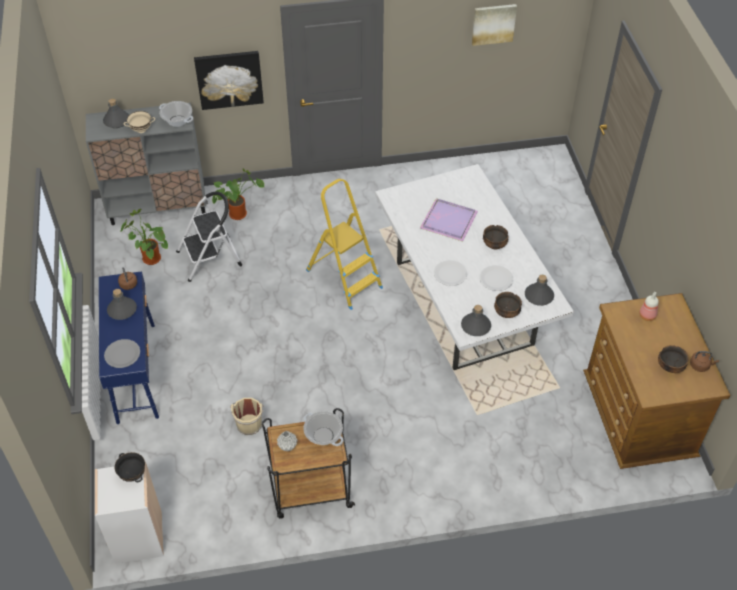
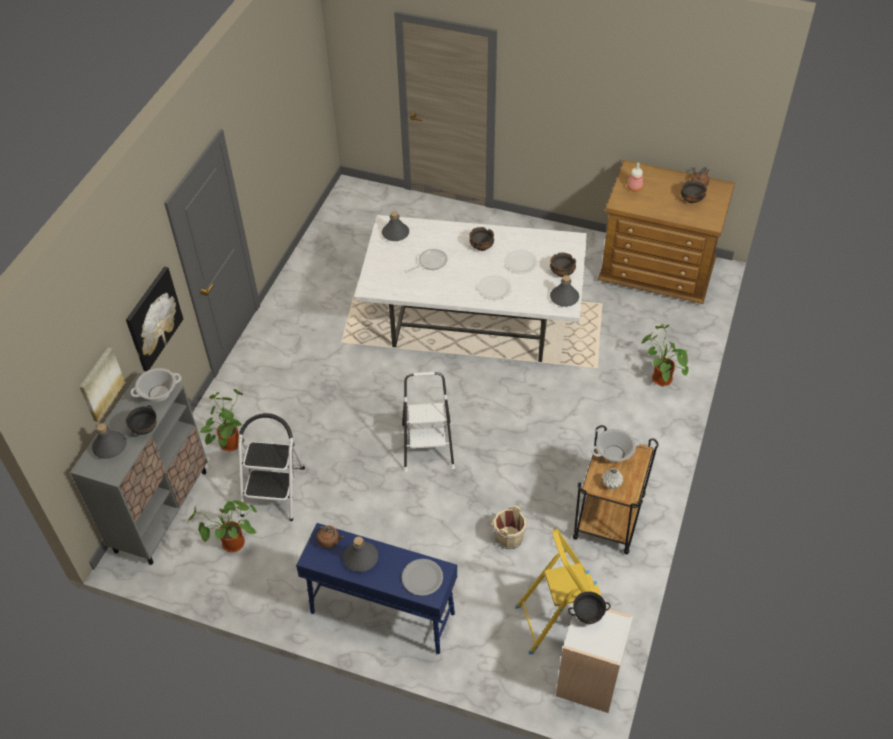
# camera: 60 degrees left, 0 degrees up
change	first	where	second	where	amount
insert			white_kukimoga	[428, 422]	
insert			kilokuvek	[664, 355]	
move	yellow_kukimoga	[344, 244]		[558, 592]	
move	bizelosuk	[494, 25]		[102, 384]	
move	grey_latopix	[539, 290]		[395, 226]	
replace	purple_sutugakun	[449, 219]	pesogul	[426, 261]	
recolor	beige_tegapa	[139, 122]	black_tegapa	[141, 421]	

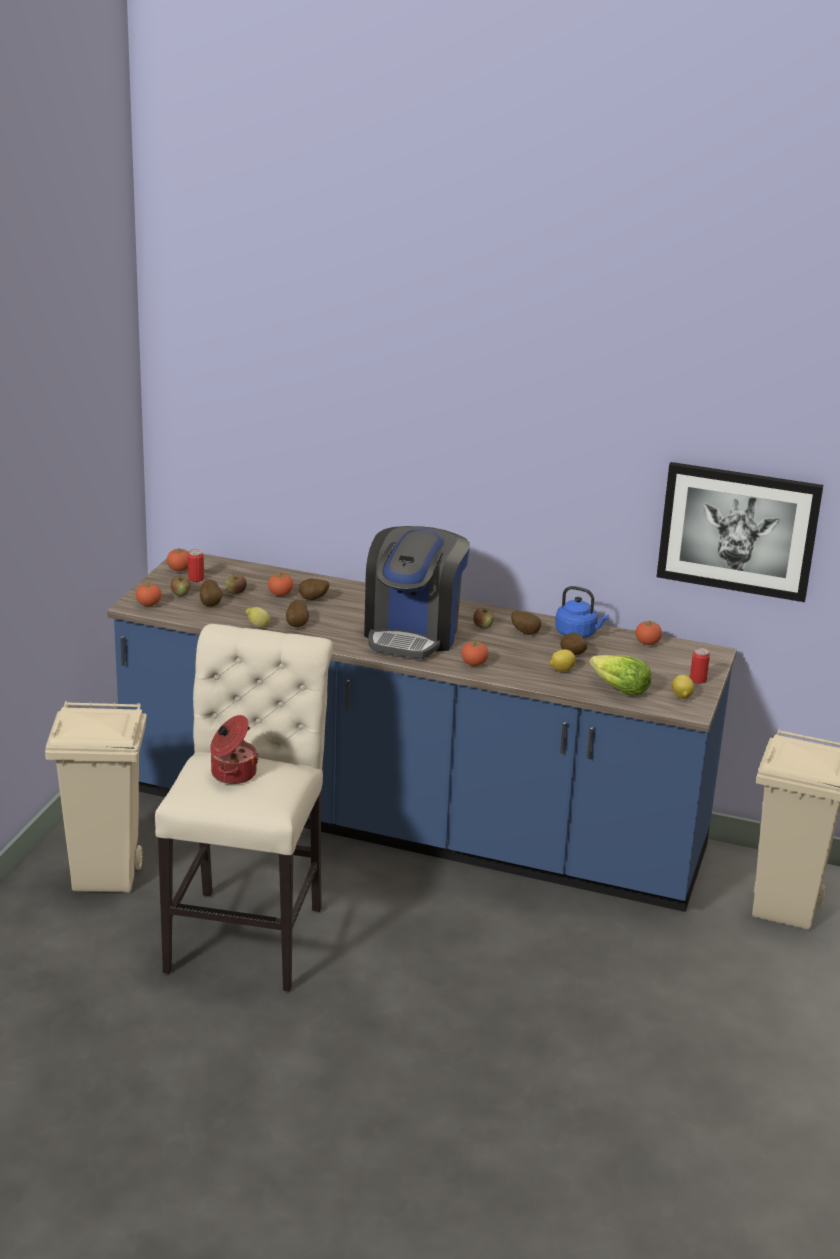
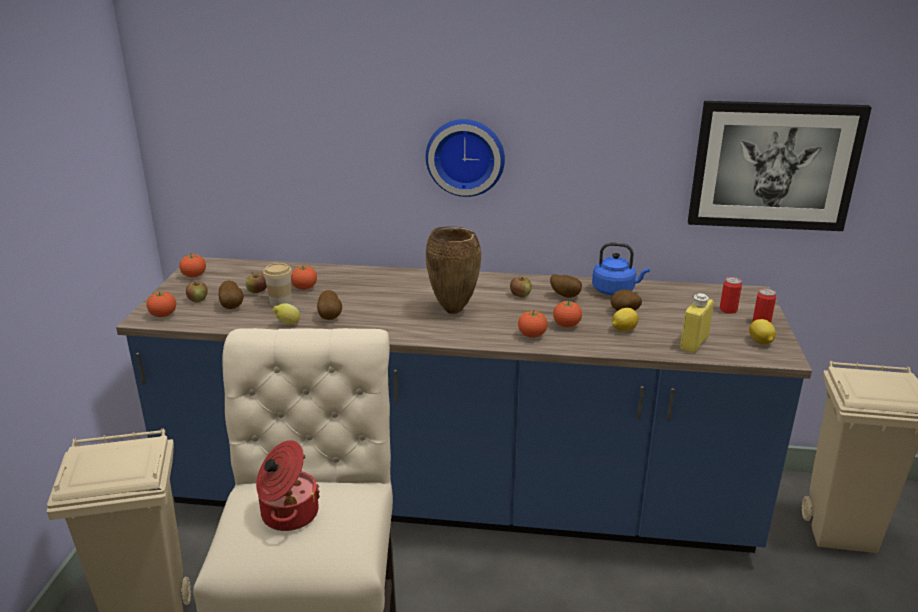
# camera: 10 degrees left, 0 degrees up
change	first	where	second	where	amount
delete	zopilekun	[314, 589]			
insert			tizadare	[277, 284]	
insert			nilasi	[465, 158]	
move	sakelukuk	[196, 565]		[731, 295]	
move	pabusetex	[649, 633]		[567, 314]	
replace	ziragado	[417, 592]	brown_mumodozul	[453, 270]	
replace	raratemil	[620, 675]	yellow_latopix	[697, 323]	

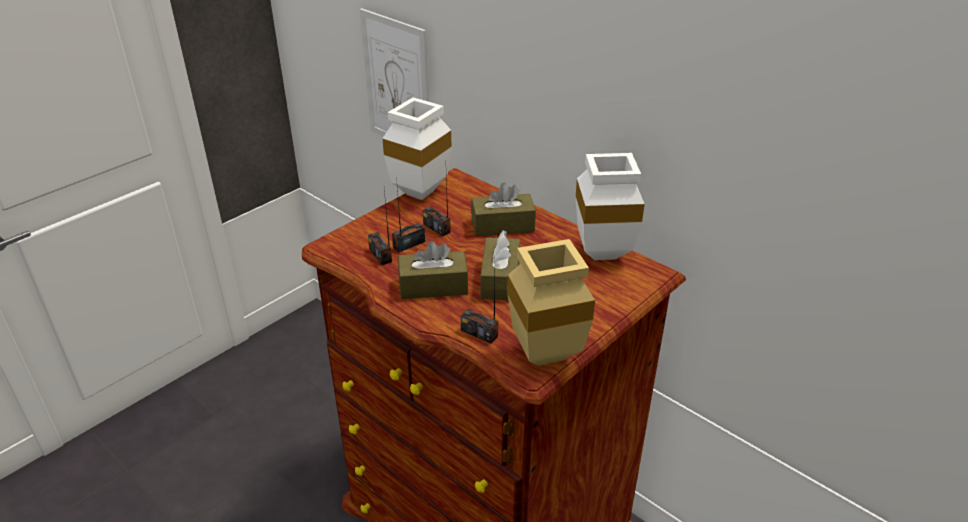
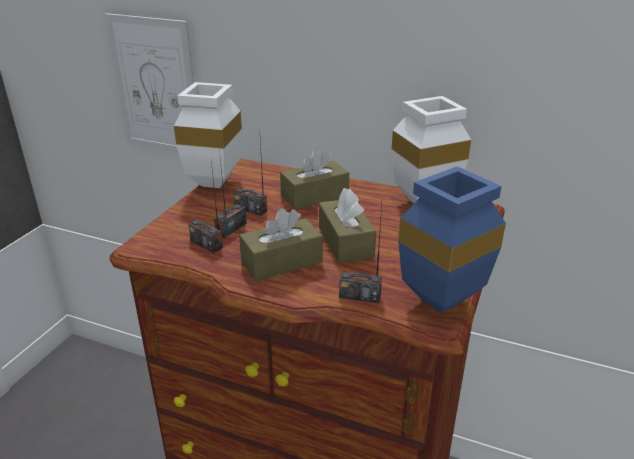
# camera: 20 degrees left, 5 degrees down
change	first	where	second	where	amount
recolor	beige_mumodozul	[551, 302]	blue_mumodozul	[452, 239]	

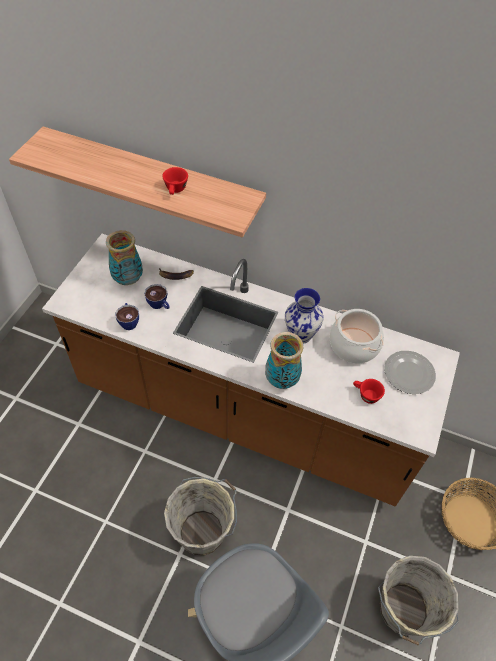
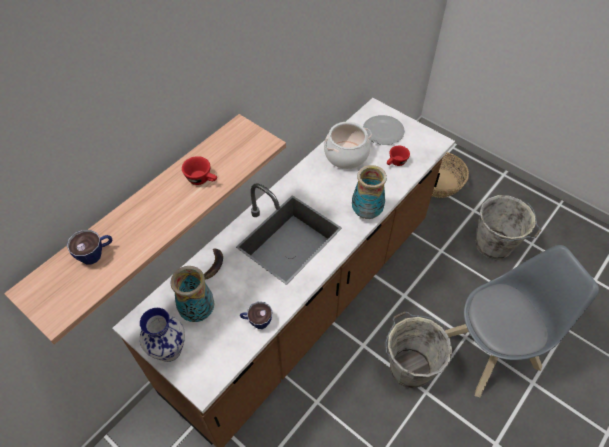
# camera: 70 degrees left, 0 degrees up
change	first	where	second	where	amount
move	tizadare	[157, 296]		[89, 247]	
move	mumodozul	[304, 316]		[162, 335]	

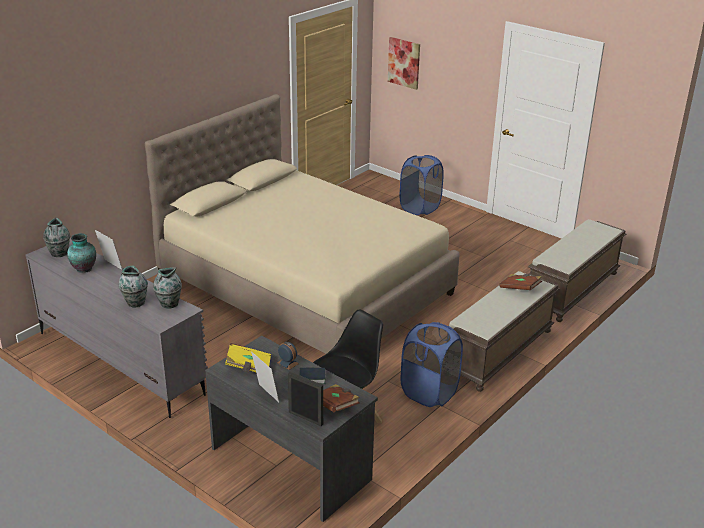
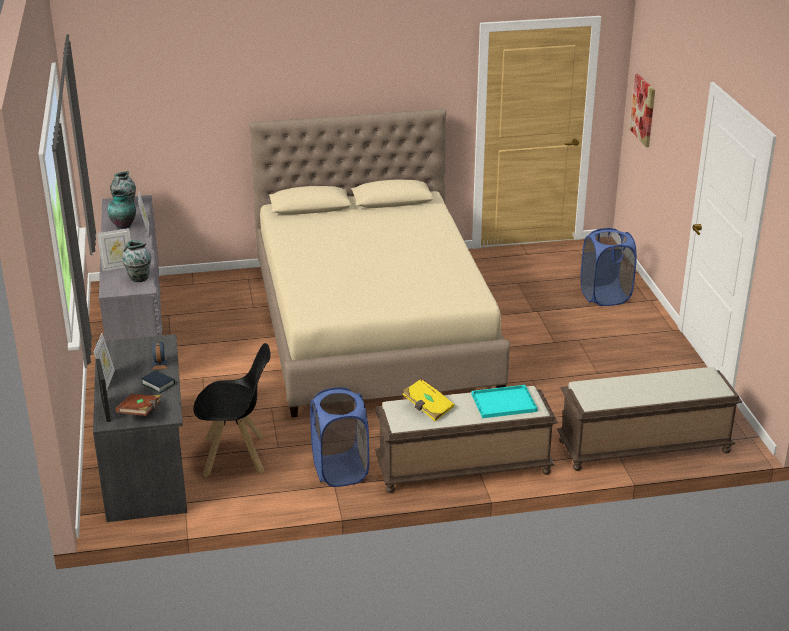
# camera: 40 degrees right, 0 degrees up
change	first	where	second	where	amount
move	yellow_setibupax	[248, 357]		[428, 399]	
replace	mumodozul	[133, 287]	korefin	[114, 249]	
replace	brown_setibupax	[520, 282]	turquoise_sutugakun	[504, 401]	

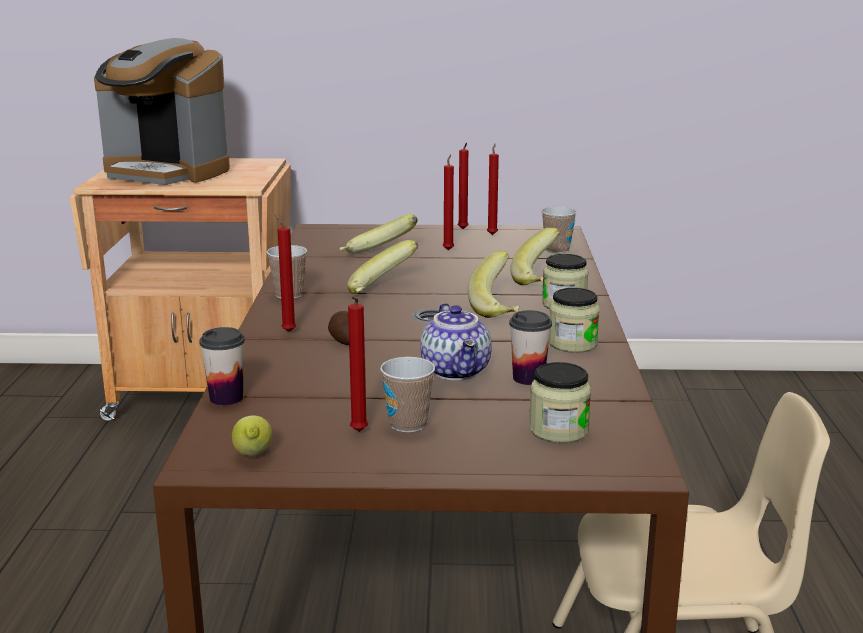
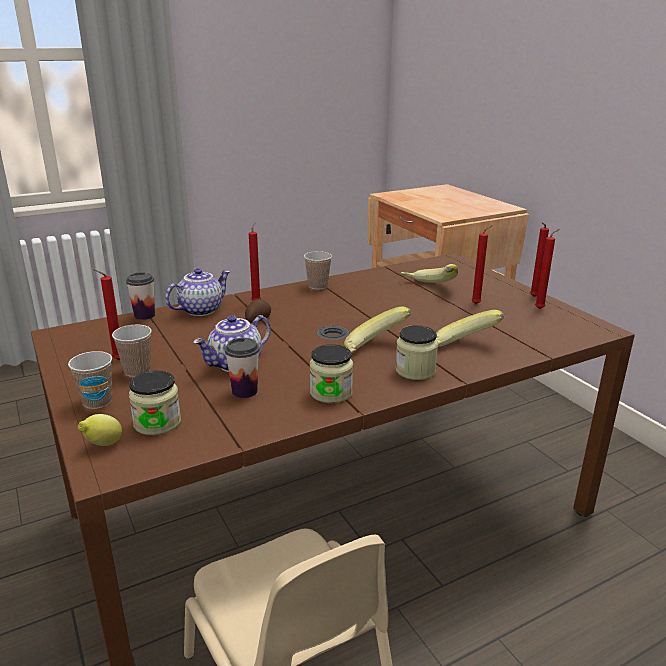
# camera: 60 degrees right, 5 degrees up
change	first	where	second	where	amount
delete	ziragado	[162, 111]			
delete	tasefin	[382, 267]			
insert			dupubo	[197, 292]	
move	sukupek	[252, 435]		[100, 430]	
move	tizadare	[559, 230]		[90, 380]	

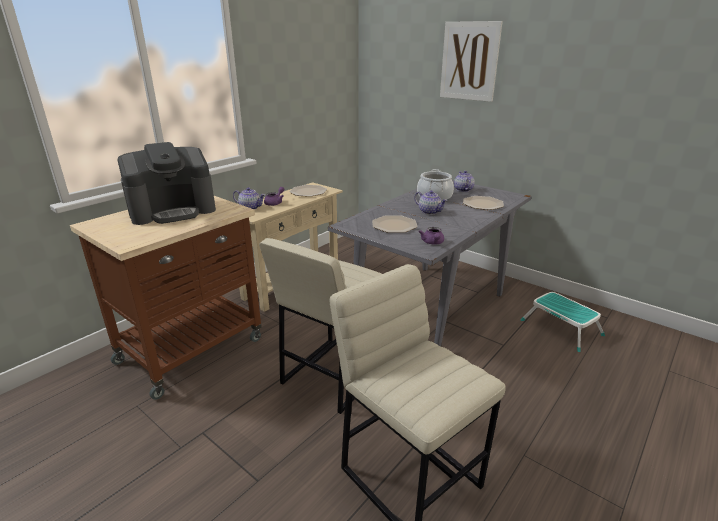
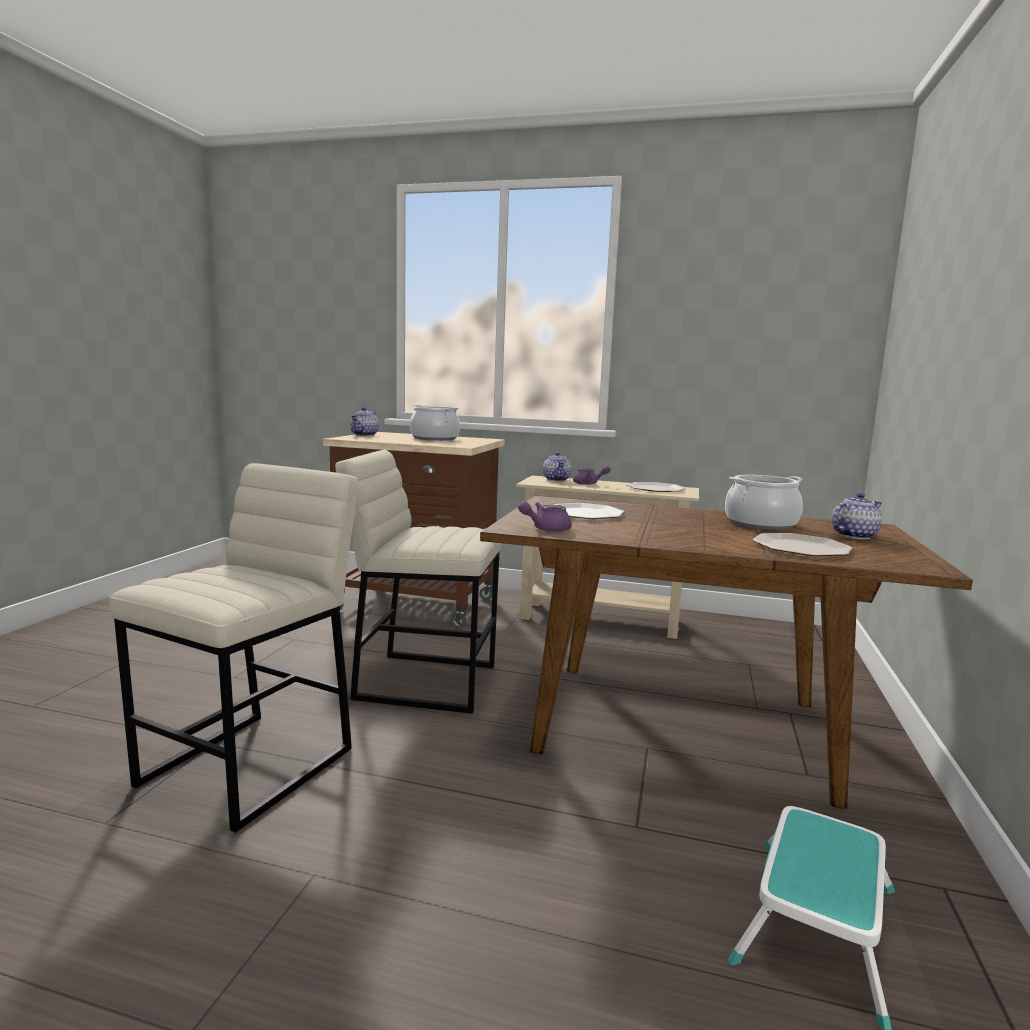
# camera: 65 degrees right, 15 degrees down
change	first	where	second	where	amount
delete	bizelosuk	[471, 61]			
move	dupubo	[431, 202]		[364, 421]	
replace	ziragado	[167, 183]	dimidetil	[435, 423]	
recolor	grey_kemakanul	[430, 263]	brown_kemakanul	[726, 652]	

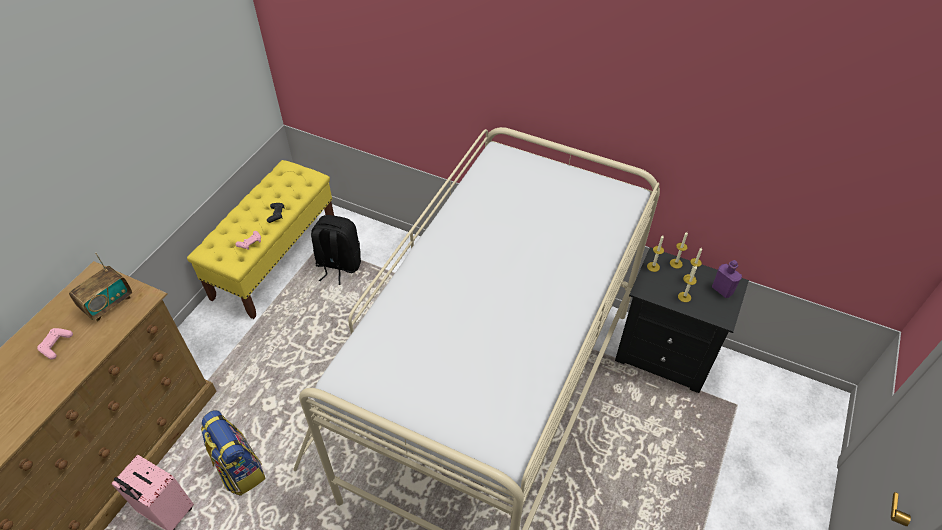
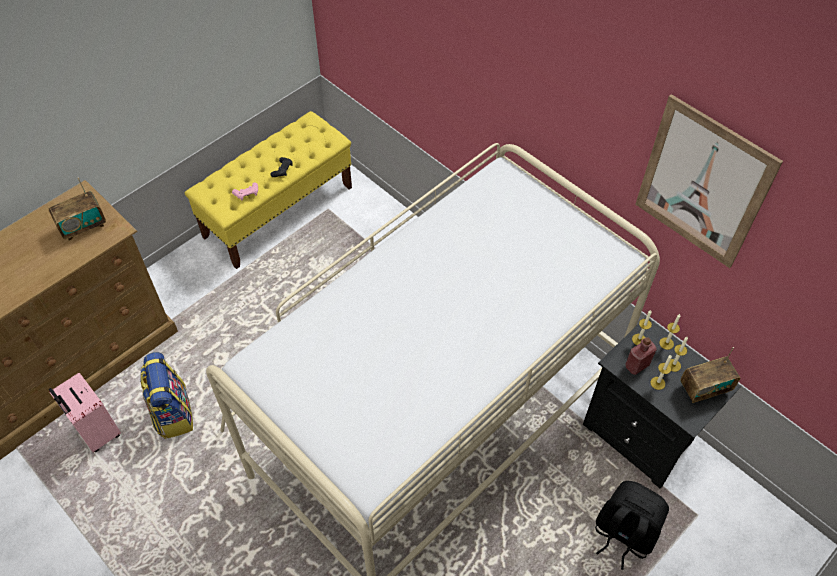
# camera: 20 degrees right, 5 degrees up
change	first	where	second	where	amount
delete	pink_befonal	[55, 344]			
insert			red_latopix	[640, 356]	
insert			bizelosuk	[709, 181]	
move	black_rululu	[336, 250]		[632, 525]	
replace	purple_latopix	[727, 279]	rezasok	[710, 375]	

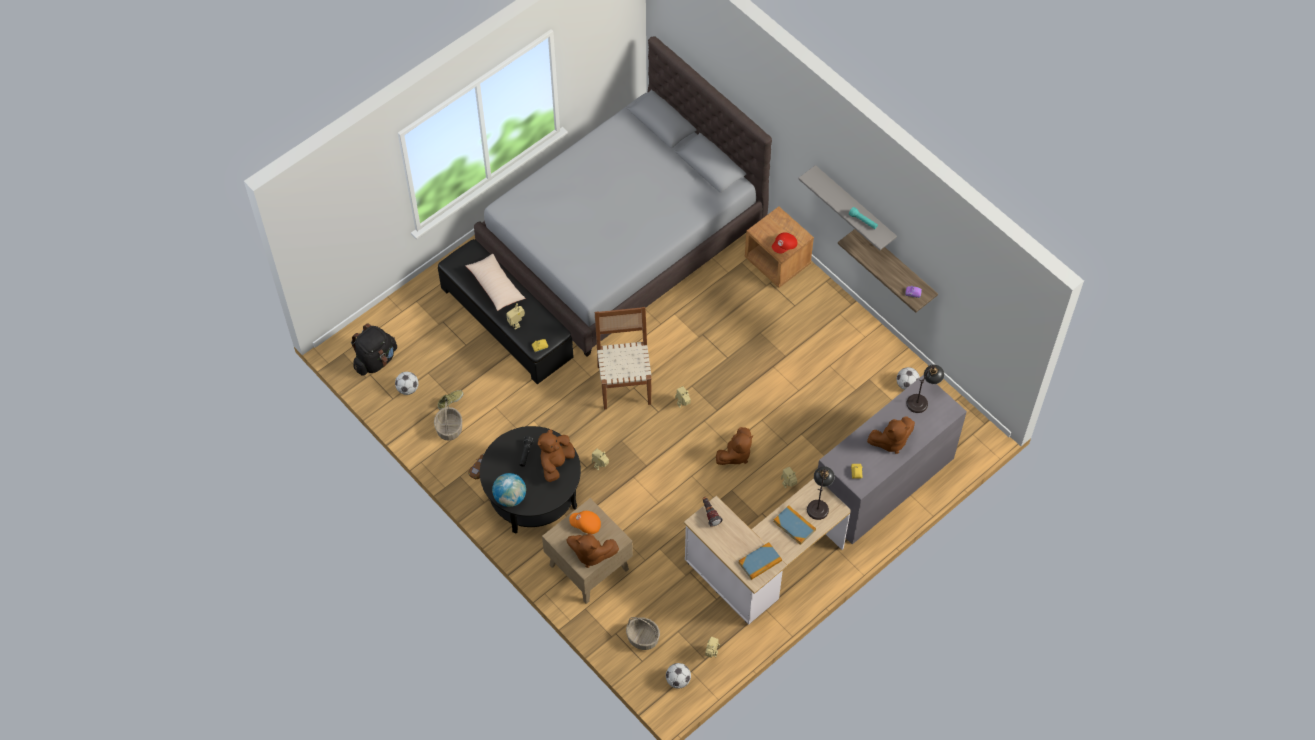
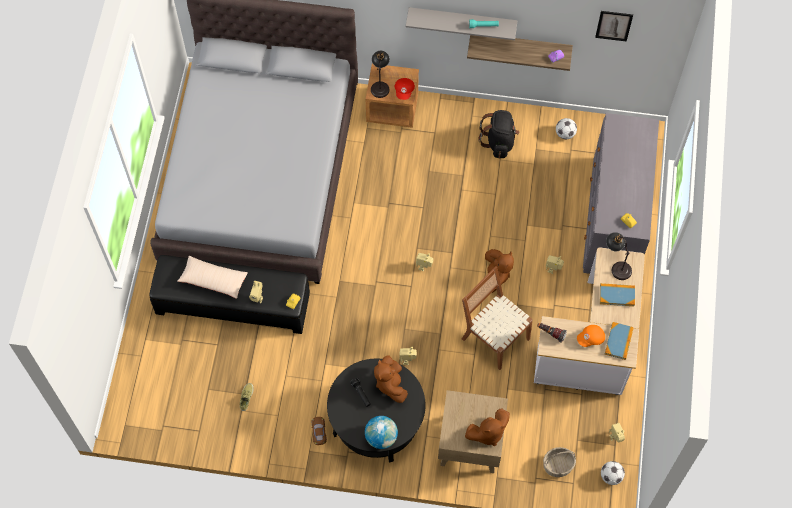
# camera: 40 degrees left, 5 degrees up
change	first	where	second	where	amount
delete	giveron	[407, 383]			
delete	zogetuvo	[448, 421]			
delete	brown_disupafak	[891, 435]			
insert			bizelosuk	[614, 26]	
move	black_rululu	[374, 349]		[499, 134]	
move	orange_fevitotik	[585, 522]		[591, 336]	
move	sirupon	[623, 358]		[497, 318]	
move	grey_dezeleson	[925, 389]		[380, 74]	

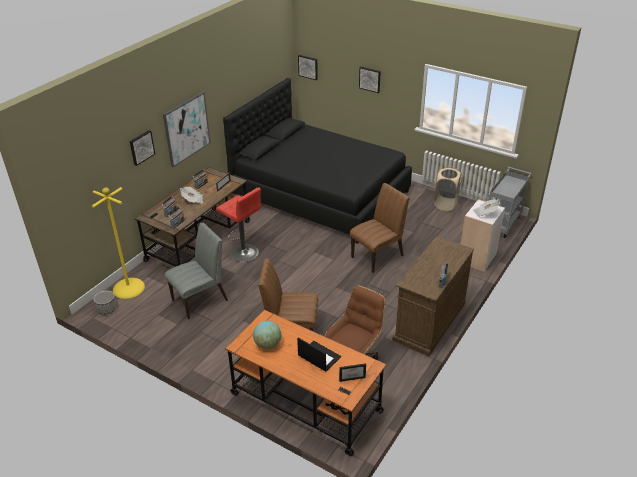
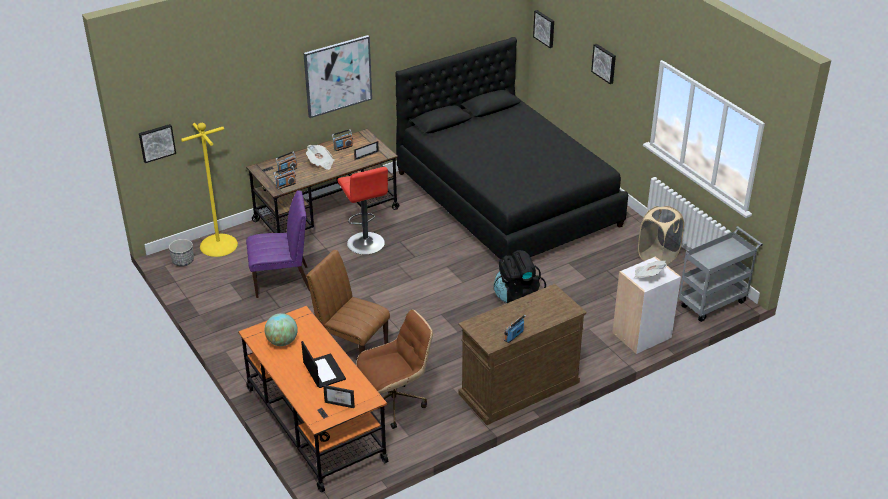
# camera: 25 degrees right, 0 degrees up
change	first	where	second	where	amount
move	bizelosuk	[142, 148]		[157, 143]	
replace	brown_sirupon	[380, 228]	black_rululu	[520, 276]	
recolor	grey_sirupon	[196, 271]	purple_sirupon	[278, 244]	

